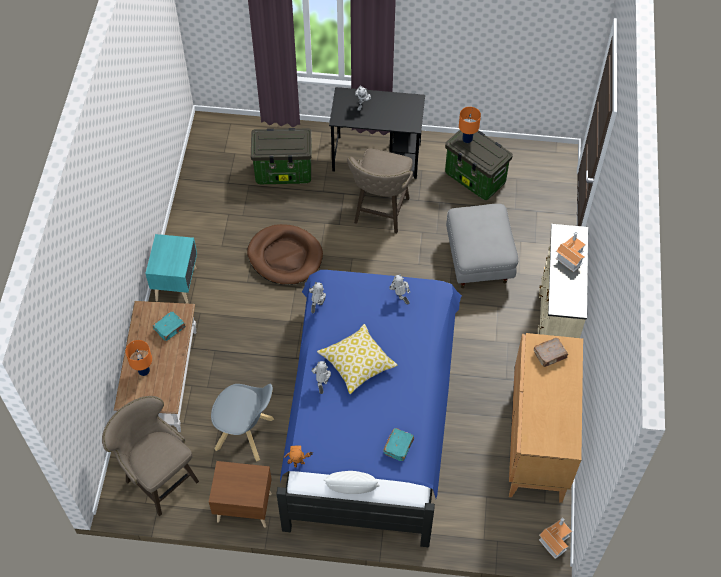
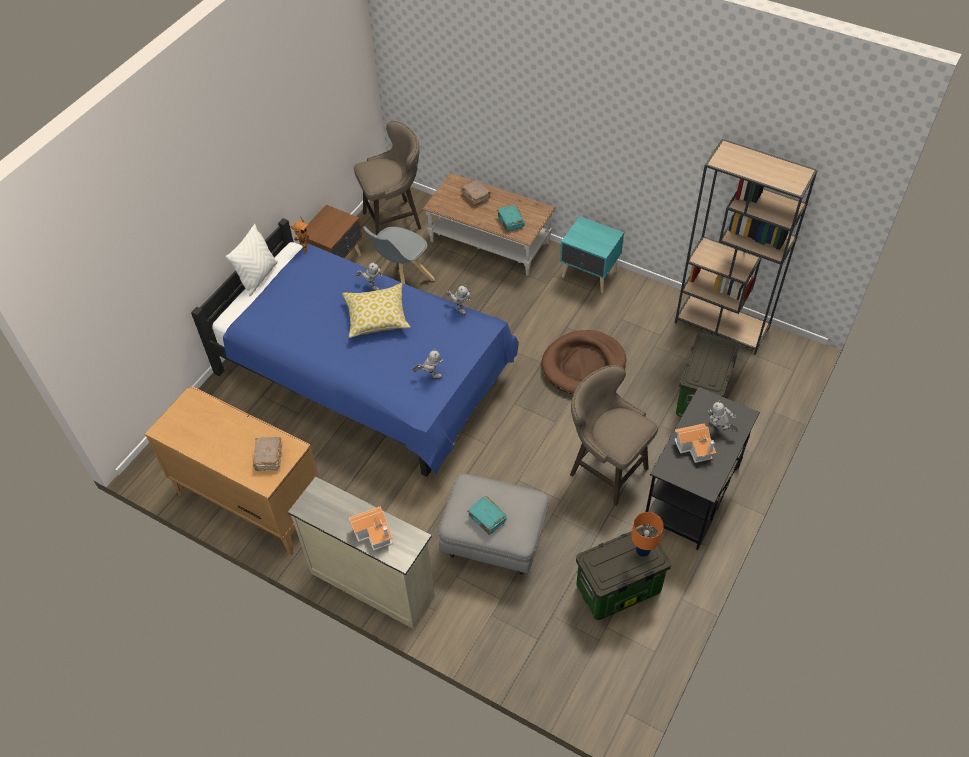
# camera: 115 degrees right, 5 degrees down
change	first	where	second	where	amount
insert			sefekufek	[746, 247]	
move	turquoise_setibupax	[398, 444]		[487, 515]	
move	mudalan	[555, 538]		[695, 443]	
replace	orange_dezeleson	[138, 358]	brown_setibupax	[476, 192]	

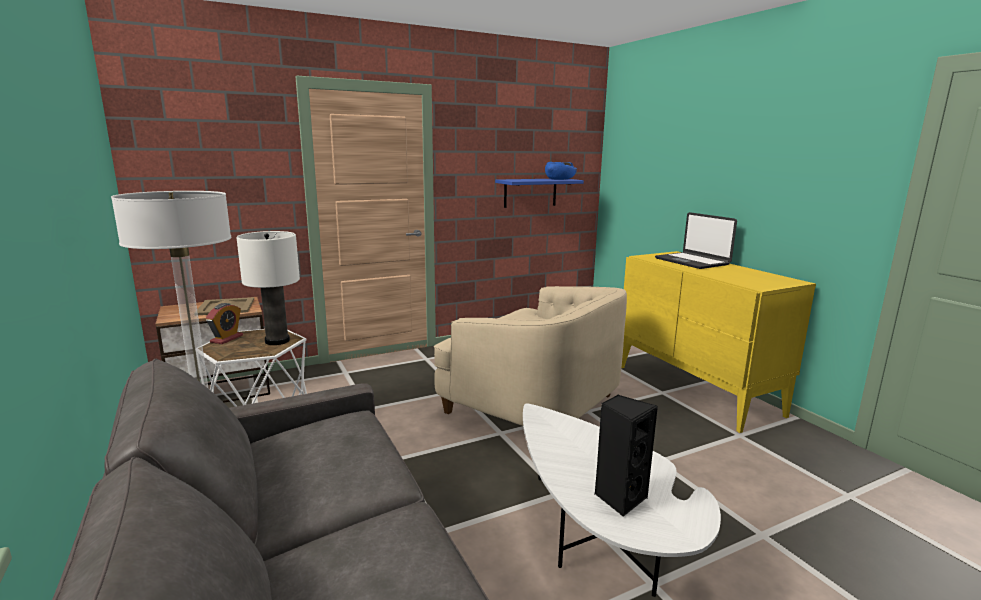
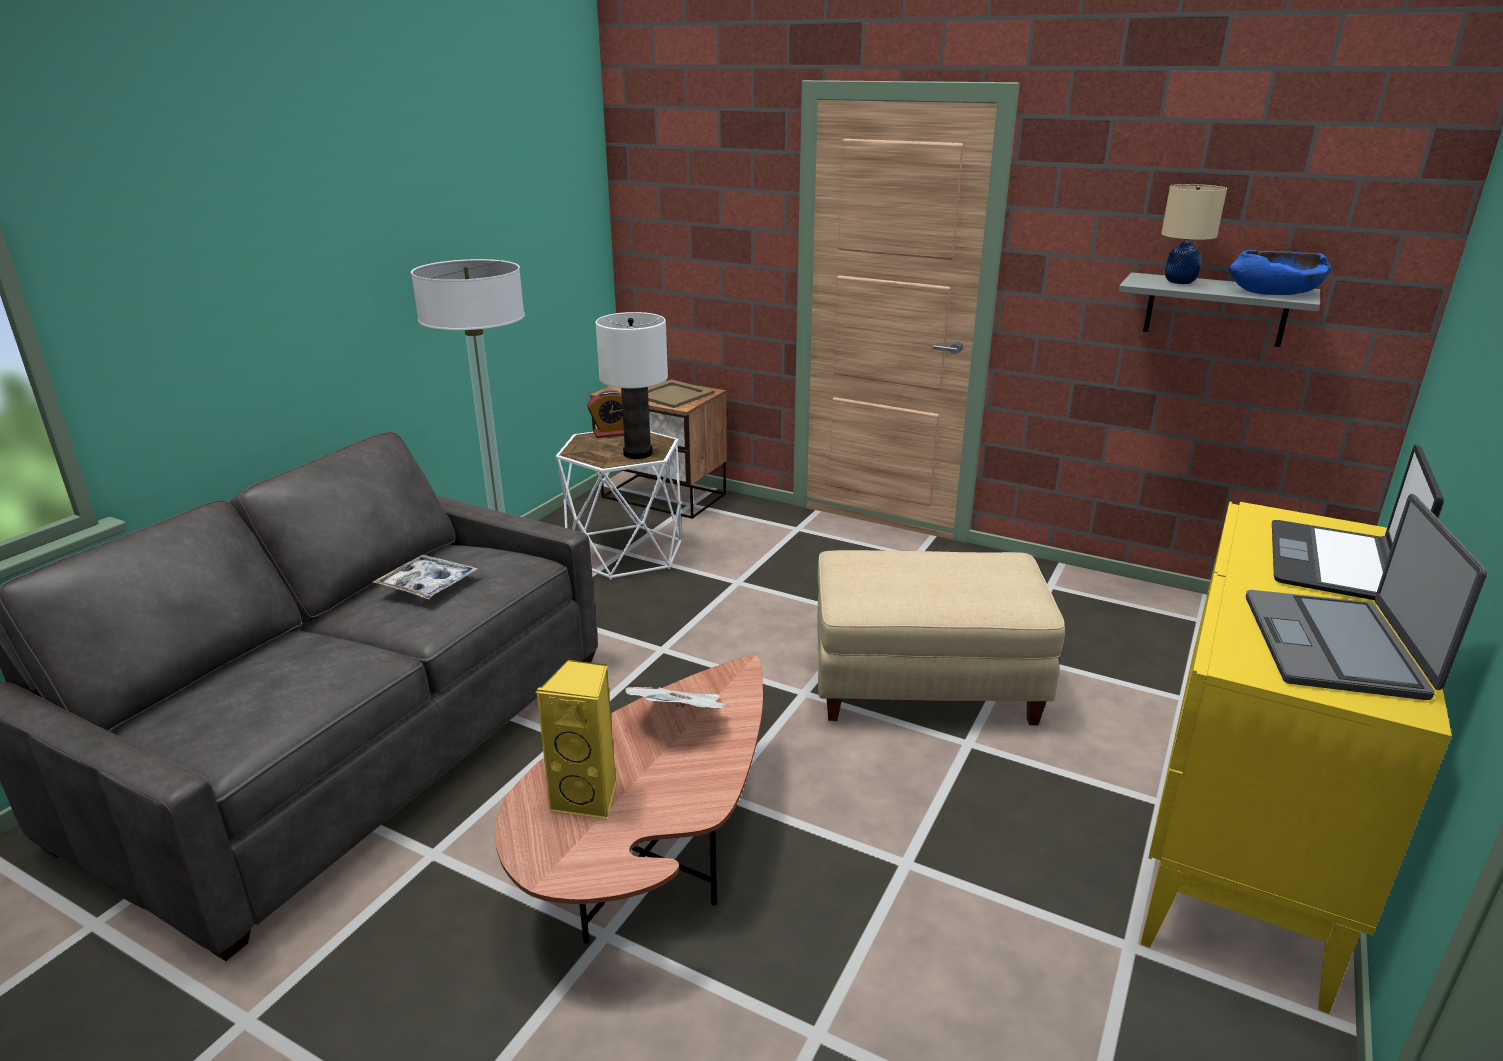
# camera: 55 degrees right, 10 degrees up
change	first	where	second	where	amount
insert			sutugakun	[425, 577]	
insert			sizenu	[675, 698]	
insert			beige_dezeleson	[1194, 234]	
insert			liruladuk	[1366, 597]	
replace	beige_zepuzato	[530, 356]	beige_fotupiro	[941, 637]	
recolor	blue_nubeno	[539, 193]	grey_nubeno	[1219, 309]	
recolor	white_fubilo	[622, 500]	brown_fubilo	[628, 799]	
recolor	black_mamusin	[626, 455]	yellow_mamusin	[575, 739]	

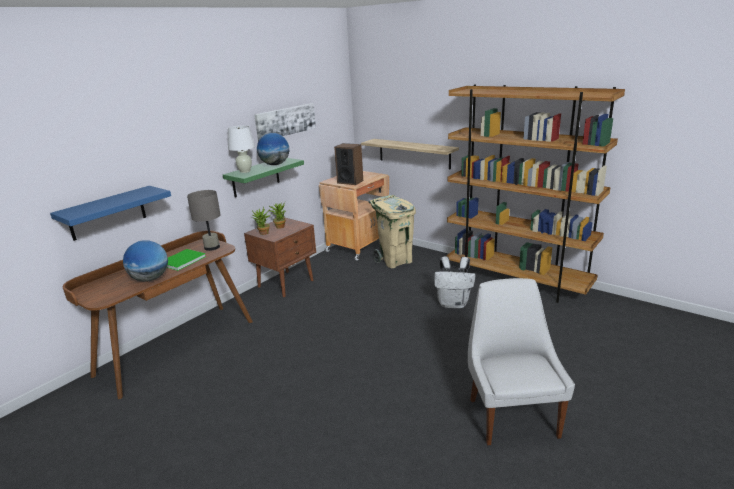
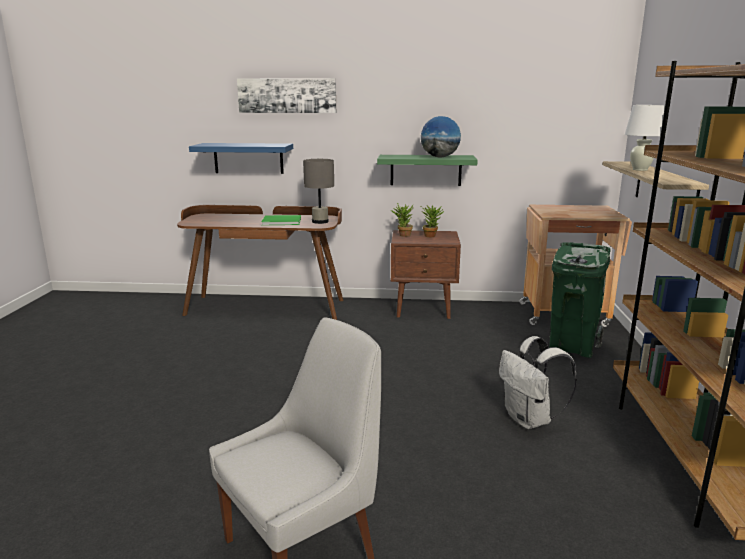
# camera: 55 degrees right, 5 degrees down
change	first	where	second	where	amount
delete	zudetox	[145, 261]			
delete	mamusin	[348, 164]			
move	white_dezeleson	[241, 149]		[645, 138]	
move	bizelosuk	[285, 122]		[286, 95]	
recolor	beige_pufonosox	[392, 231]	green_pufonosox	[580, 300]	

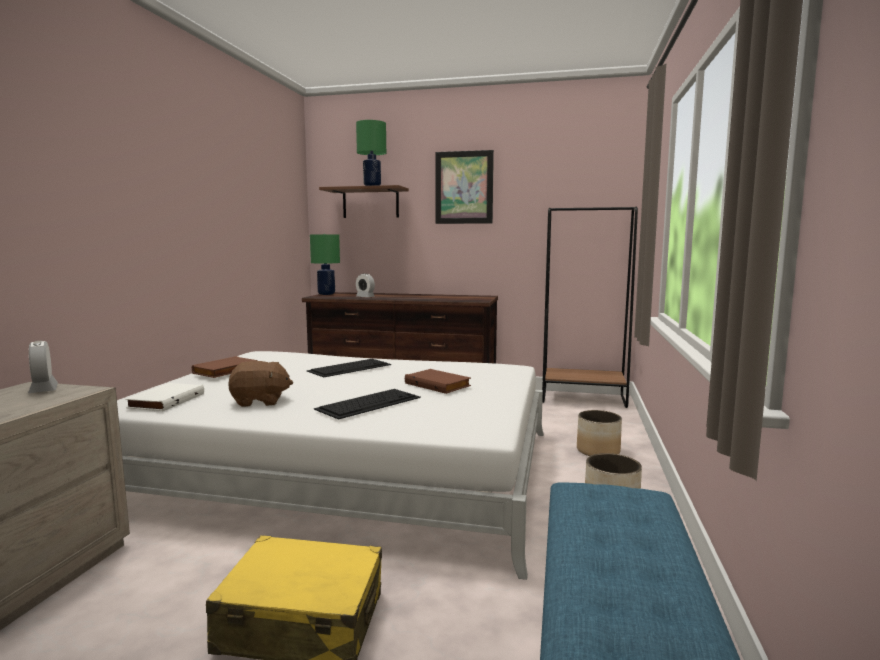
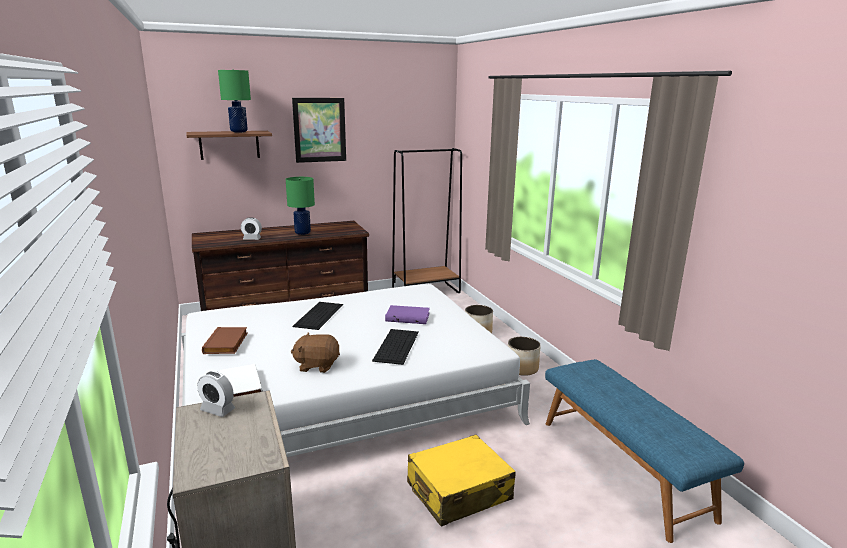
# camera: 35 degrees left, 10 degrees up
change	first	where	second	where	amount
move	green_dezeleson	[325, 264]		[300, 206]	
recolor	brown_setibupax	[438, 381]	purple_setibupax	[407, 314]	
rotate	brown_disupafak	[260, 384]		[315, 353]	135 degrees counterclockwise

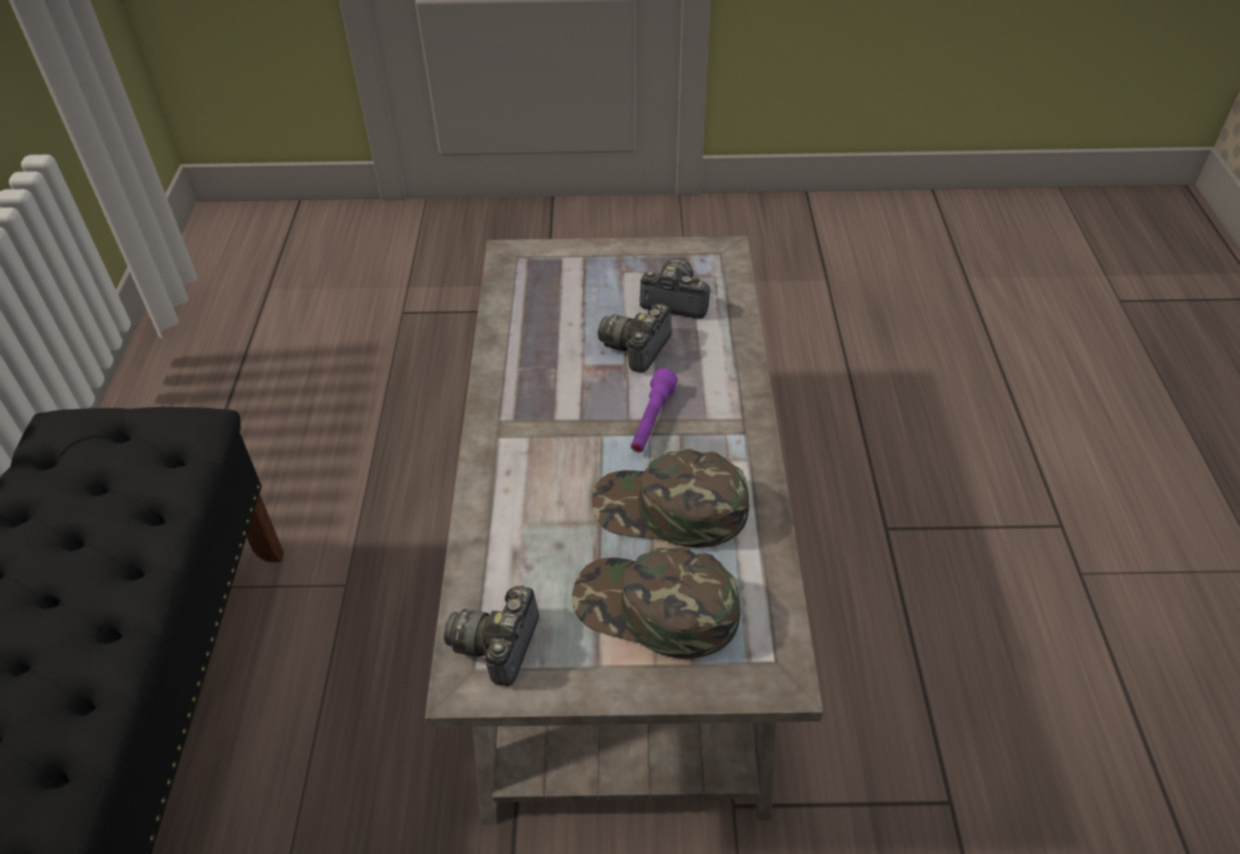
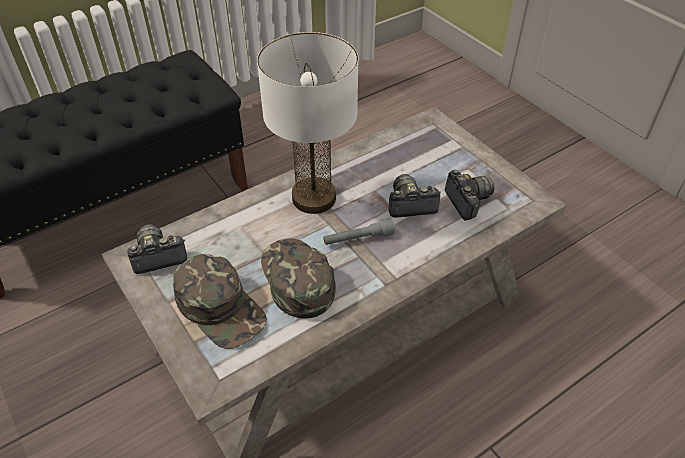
# camera: 55 degrees right, 0 degrees up
change	first	where	second	where	amount
insert			dezeleson	[307, 123]	
recolor	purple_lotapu	[654, 410]	grey_lotapu	[359, 231]	
rotate	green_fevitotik	[656, 602]		[220, 301]	150 degrees clockwise

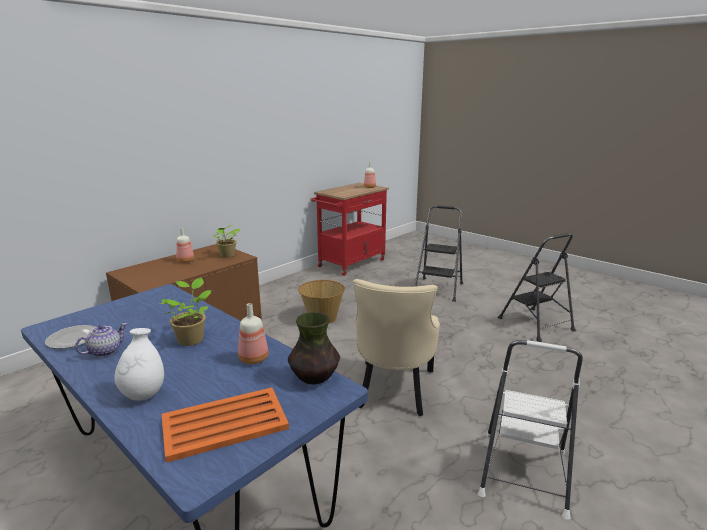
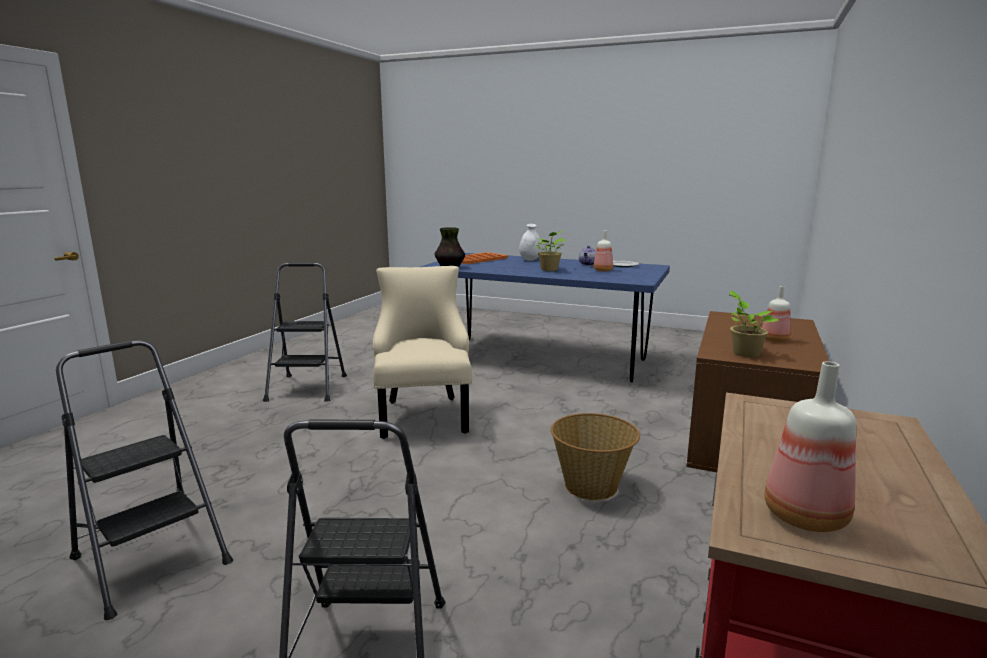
# camera: 160 degrees right, 5 degrees down
change	first	where	second	where	amount
move	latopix	[253, 333]		[603, 251]	
recolor	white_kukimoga	[530, 430]	black_kukimoga	[305, 332]	

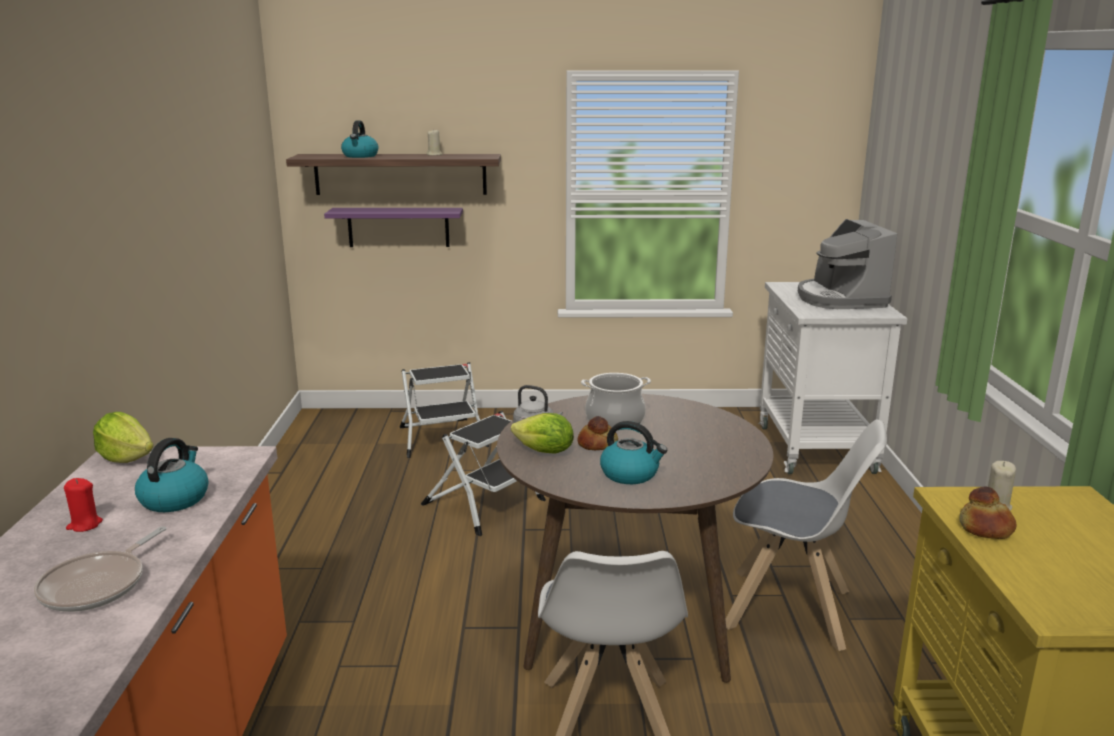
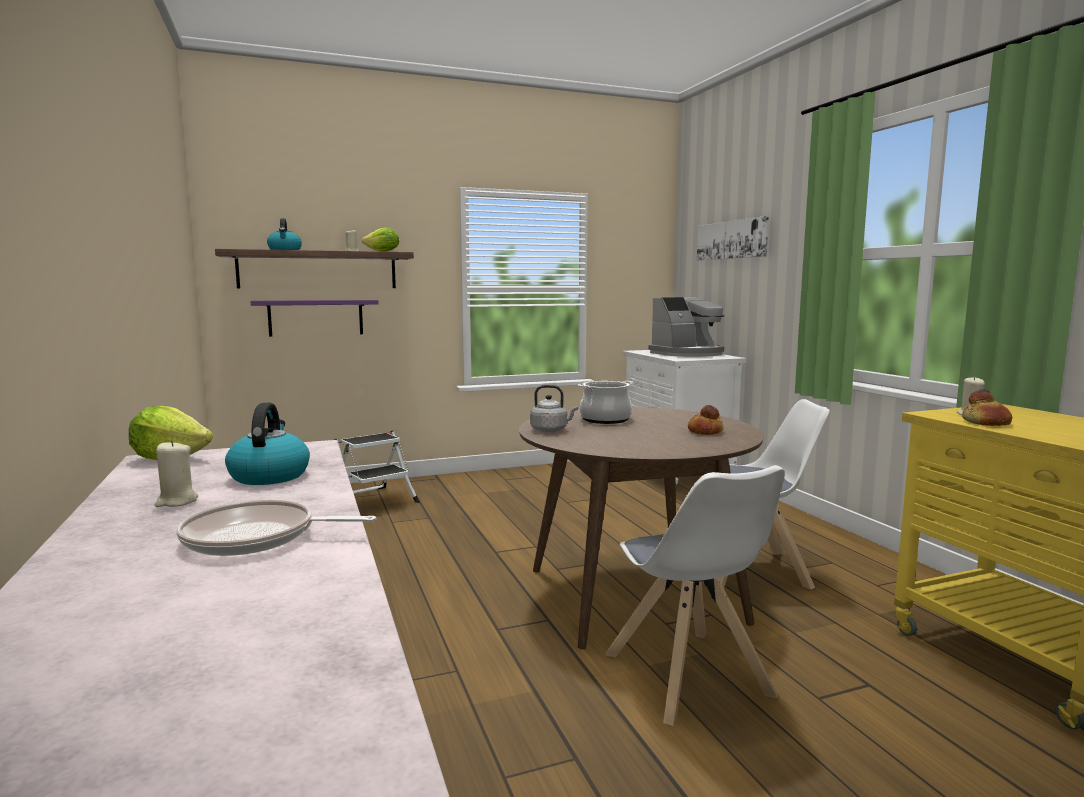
# camera: 20 degrees left, 10 degrees down
change	first	where	second	where	amount
delete	kukimoga	[483, 473]			
delete	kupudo	[634, 452]			
insert			bizelosuk	[733, 238]	
move	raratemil	[542, 433]		[380, 239]	
move	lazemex	[597, 433]		[706, 420]	
recolor	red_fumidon	[83, 505]	beige_fumidon	[176, 473]	
rotate	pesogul	[100, 569]		[276, 528]	90 degrees clockwise
rotate	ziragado	[847, 264]		[686, 327]	90 degrees counterclockwise

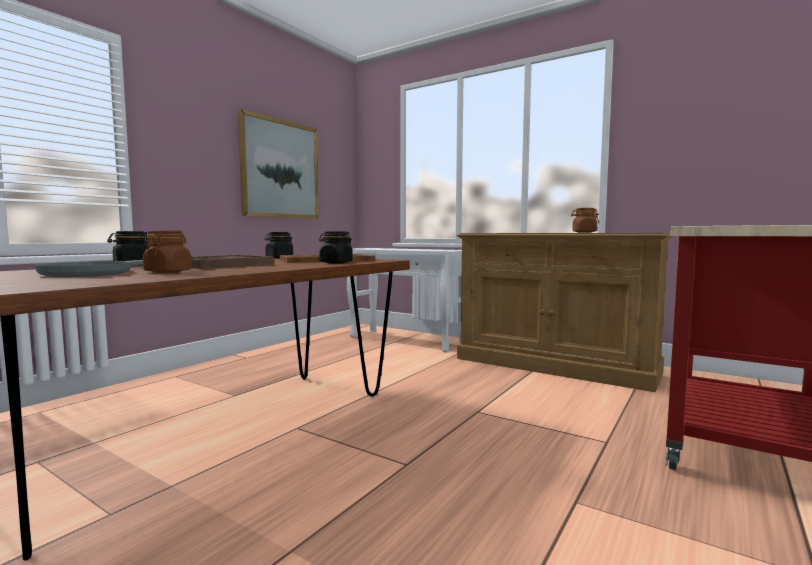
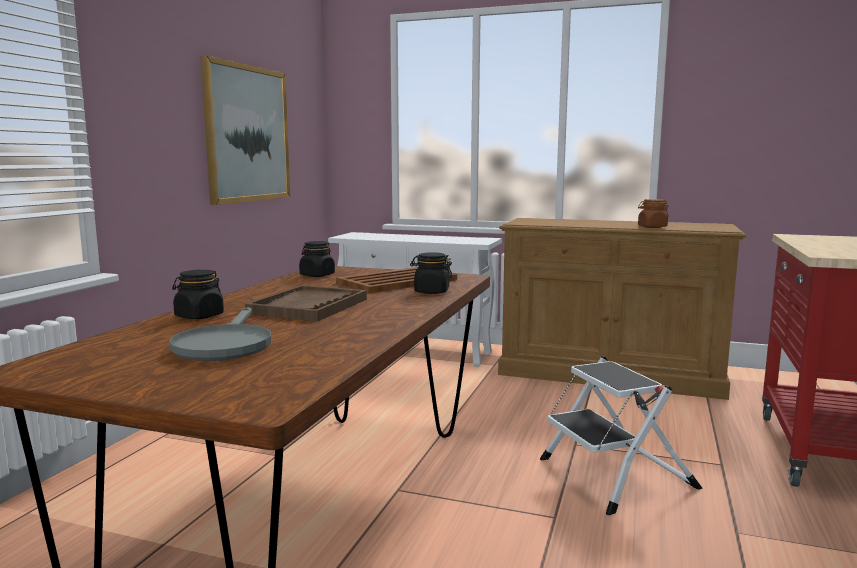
# camera: 15 degrees left, 5 degrees up
change	first	where	second	where	amount
delete	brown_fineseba	[167, 251]			
insert			kukimoga	[621, 435]	

